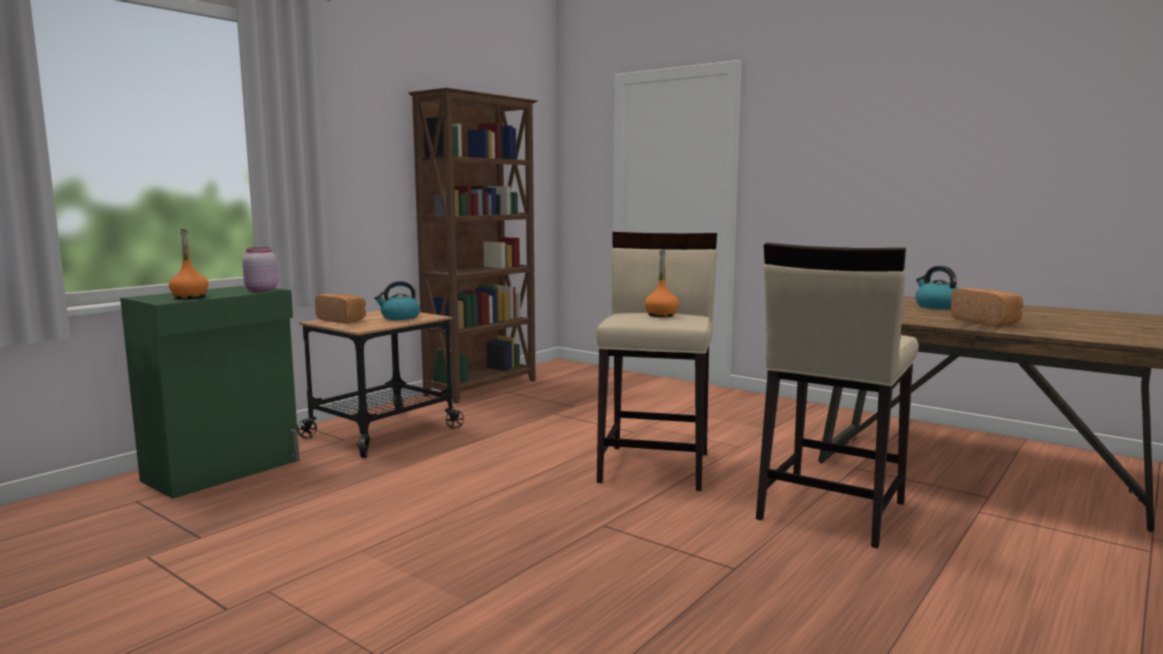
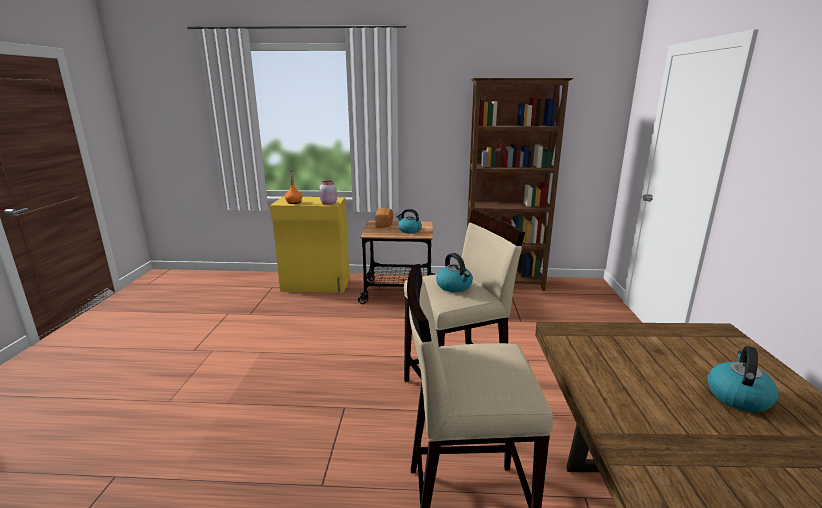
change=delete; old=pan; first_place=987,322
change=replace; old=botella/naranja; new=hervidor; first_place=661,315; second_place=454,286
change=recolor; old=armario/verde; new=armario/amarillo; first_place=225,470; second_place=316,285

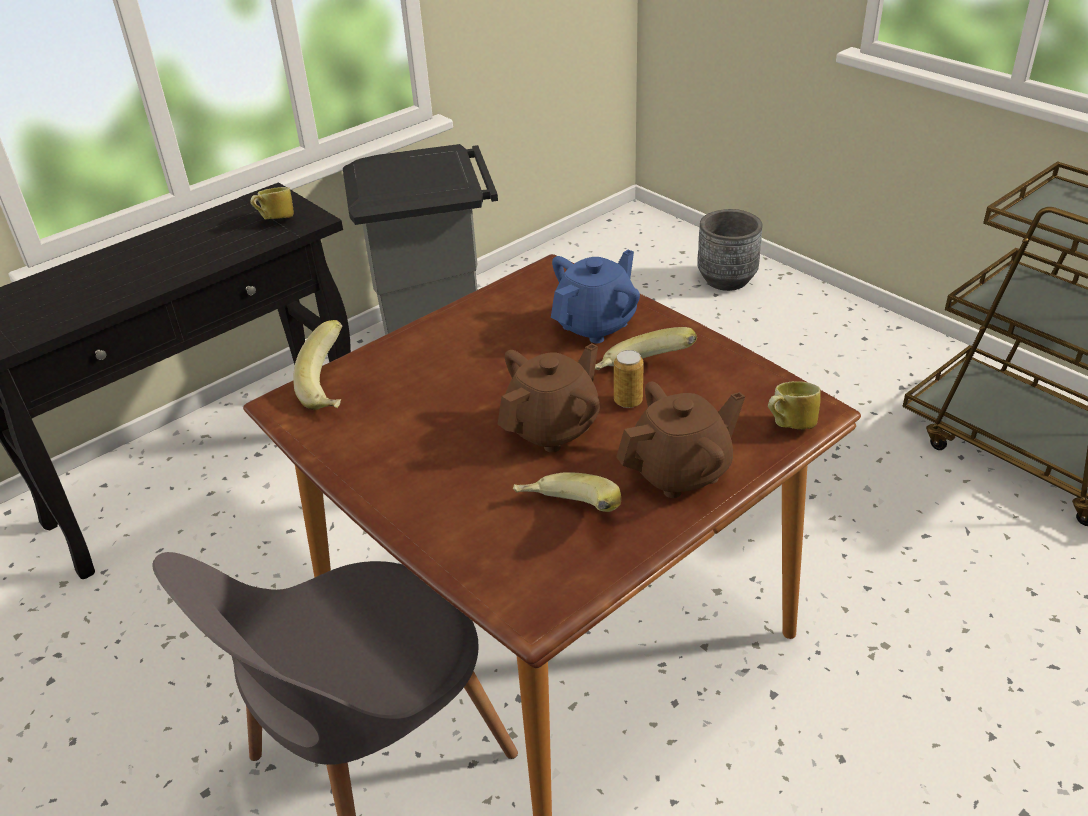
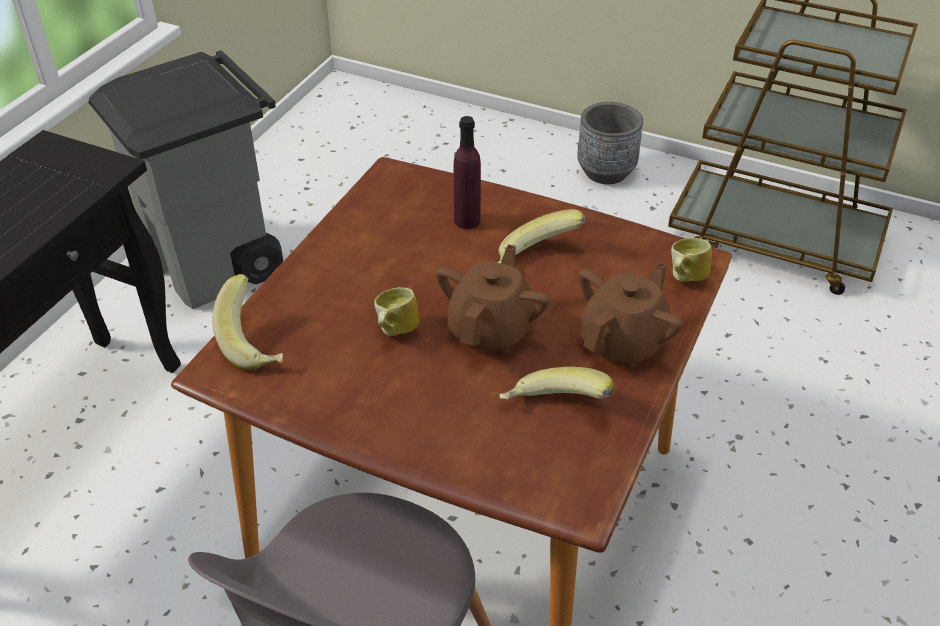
change=delete; old=lata; first_place=628,401
change=move; old=taza grande; first_place=275,220; second_place=395,331
change=move; old=maceta/gris; first_place=726,279; second_place=606,172
change=replace; old=tetera/azul; new=botella/morado; first_place=595,324; second_place=467,220

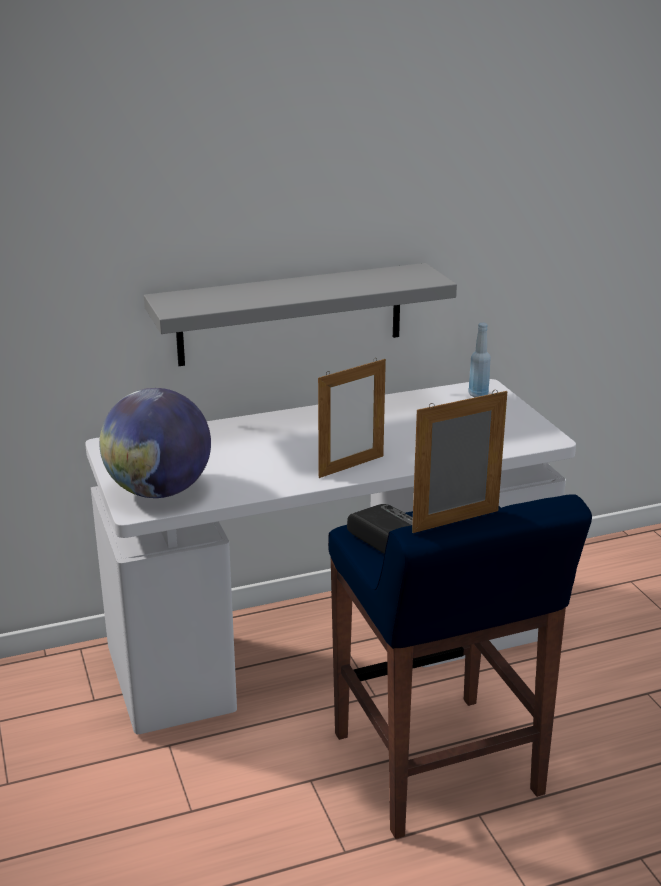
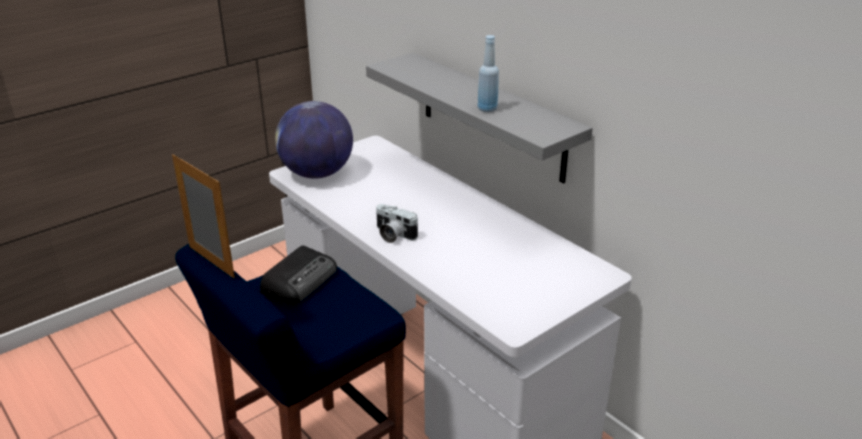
change=move; old=botella/azul; first_place=478,395; second_place=487,109
change=replace; old=portarretratos; new=cámara; first_place=351,466; second_place=393,235

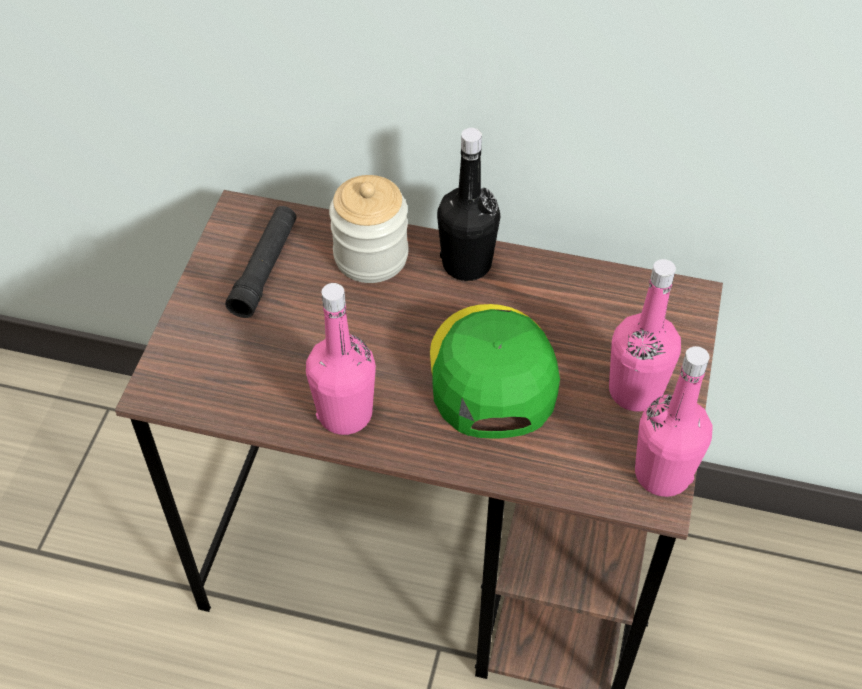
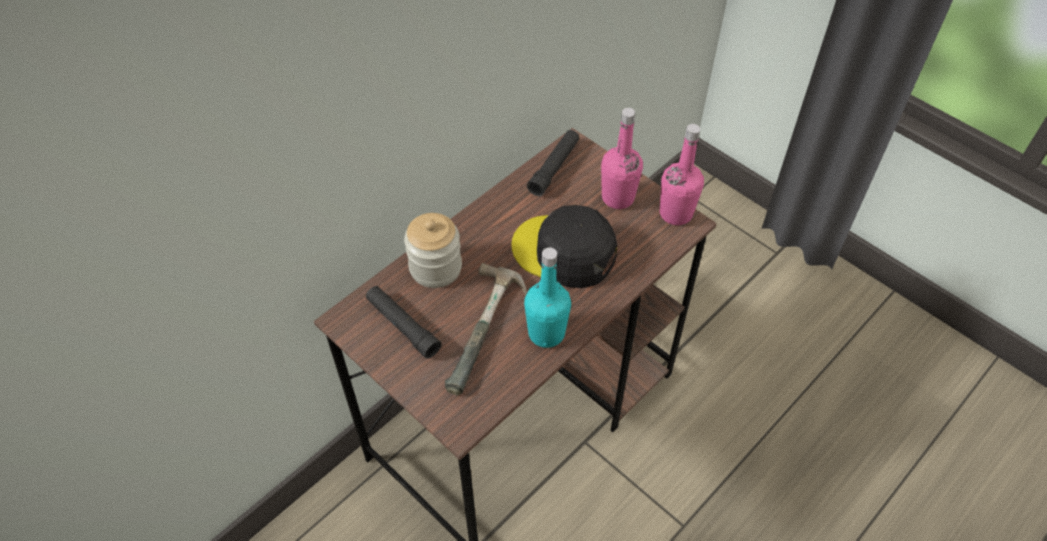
change=delete; old=botella/negro; first_place=467,263
change=insert; new=martillo; second_place=489,332
change=insert; new=linterna/negro; second_place=554,167
change=recolor; old=botella/rosa; new=botella/turquesa; first_place=345,413; second_place=546,333
change=recolor; old=gorra/verde; new=gorra/negro; first_place=491,373; second_place=564,252

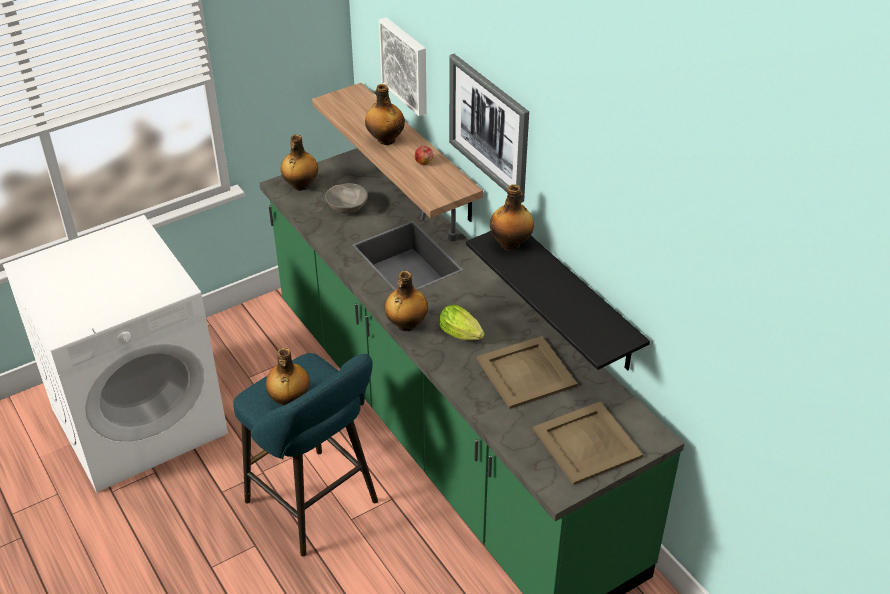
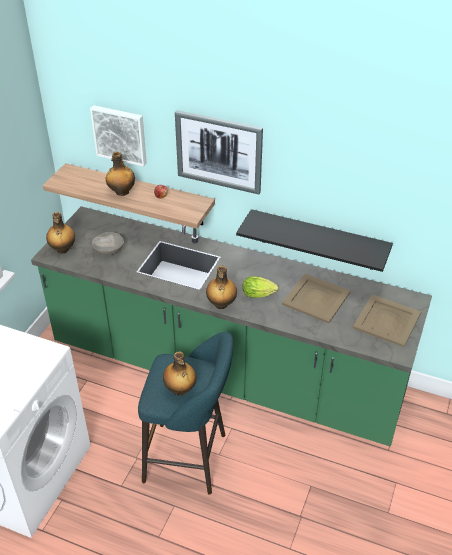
change=delete; old=botella; first_place=511,244

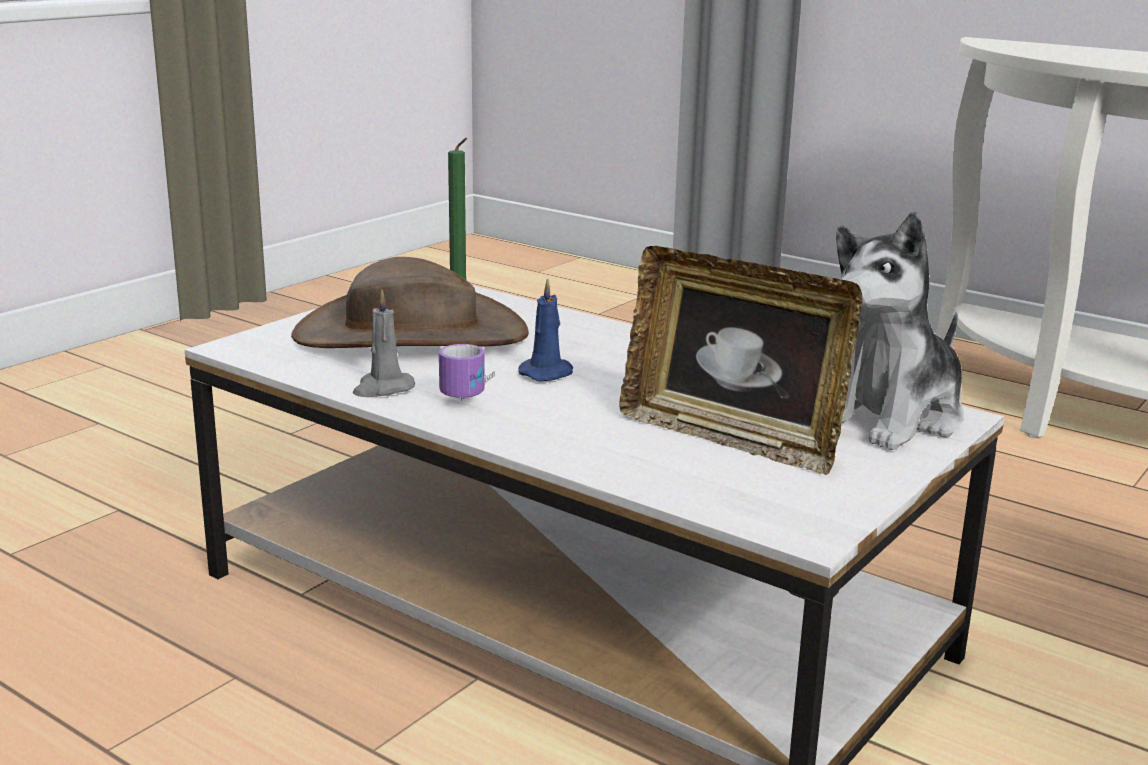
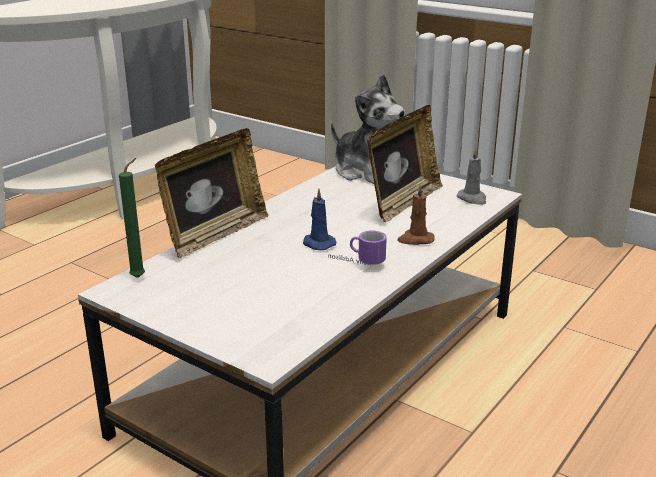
change=delete; old=sombrero/marrón; first_place=410,334
change=insert; new=portarretratos; second_place=215,234
change=insert; new=vela/marrón; second_place=415,240
change=move; old=vela/gris; first_place=383,389; second_place=472,199

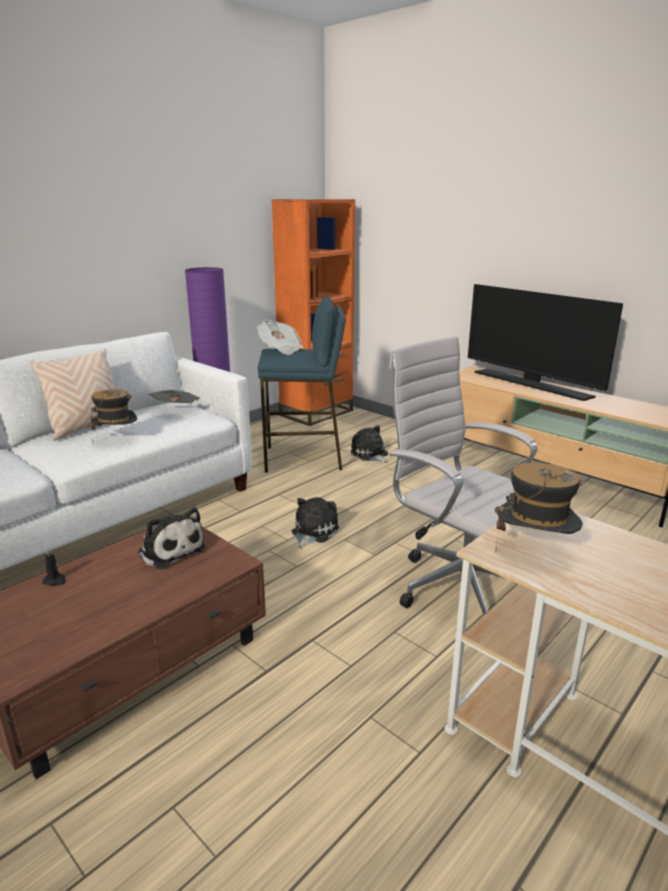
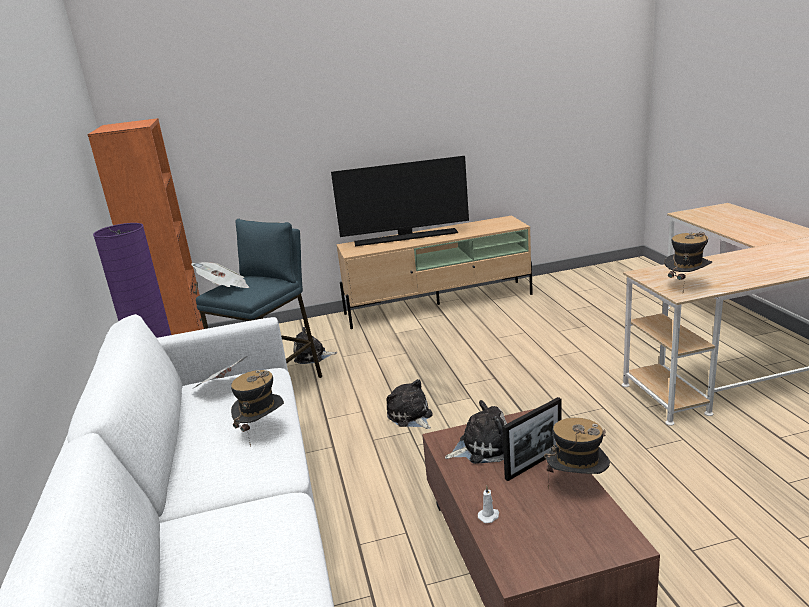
change=delete; old=cojín/beis; first_place=87,428
change=delete; old=silla de oficina/blanco; first_place=458,585
change=insert; new=portarretratos; second_place=534,464
change=insert; new=sombrero; second_place=577,484
change=recolor; old=vela/negro; new=vela/blanco; first_place=55,581; second_place=489,516

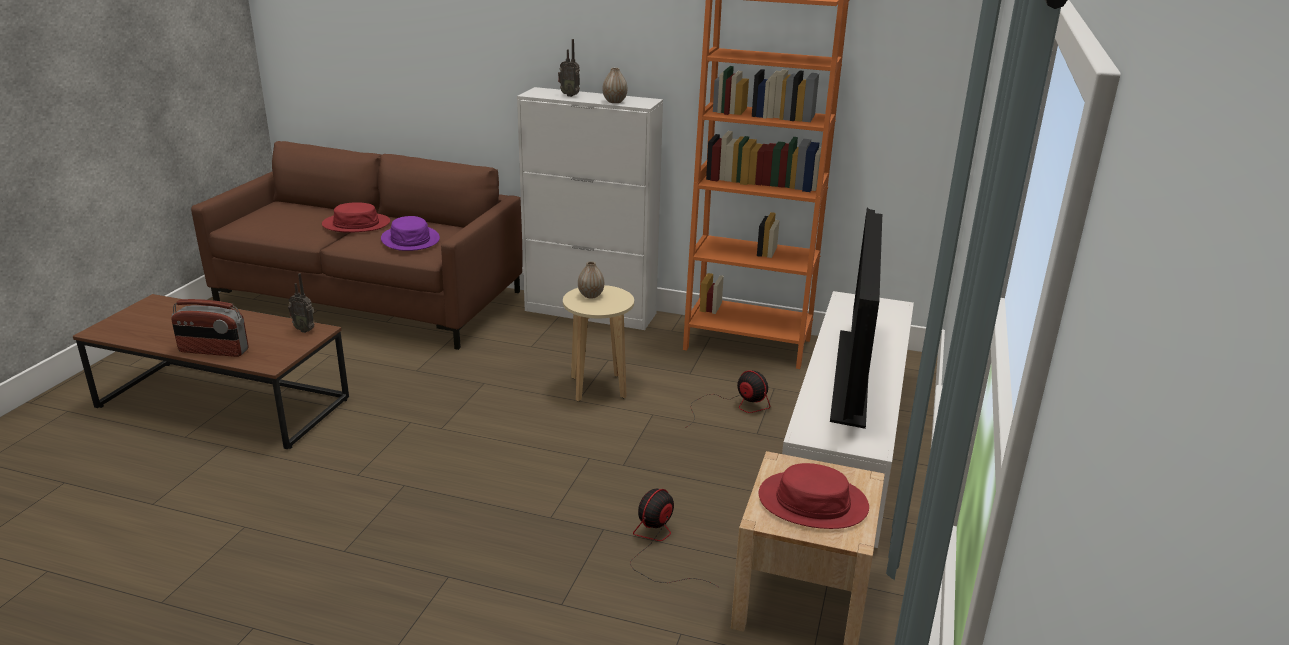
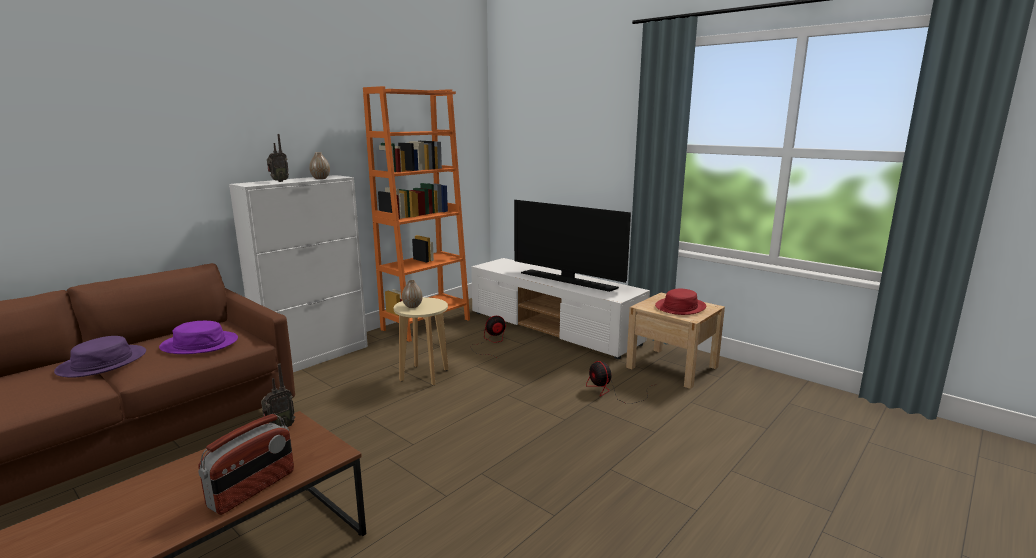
change=recolor; old=sombrero/rojo; new=sombrero/morado; first_place=356,224; second_place=102,362

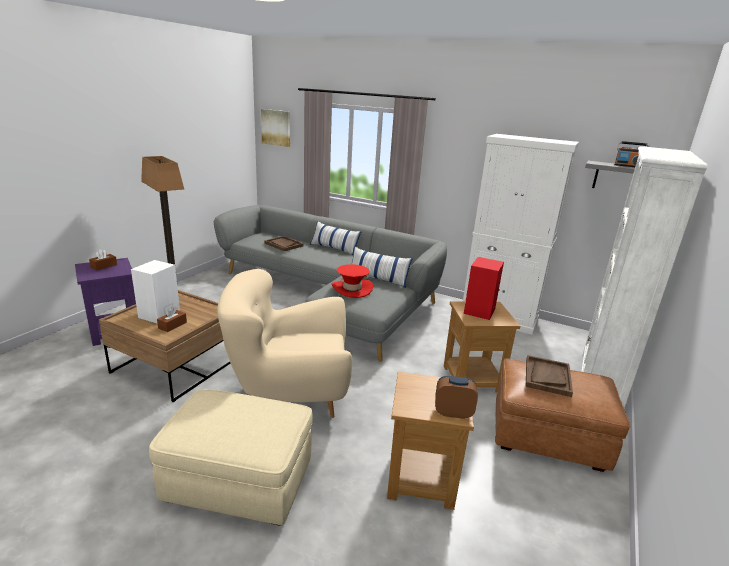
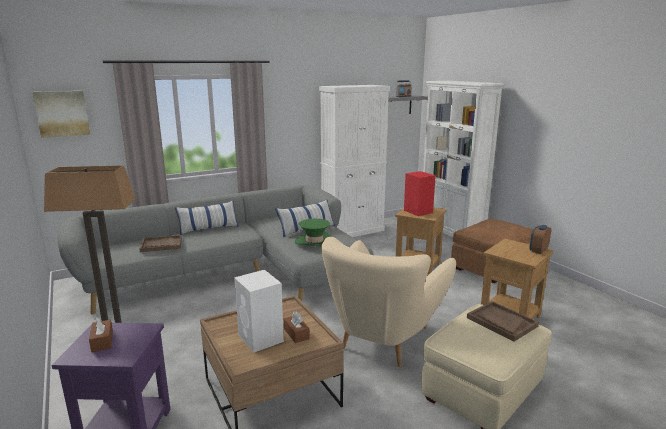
change=move; old=bandeja/marrón; first_place=547,377; second_place=501,322
change=recolor; old=sombrero/rojo; new=sombrero/verde; first_place=352,289; second_place=314,242

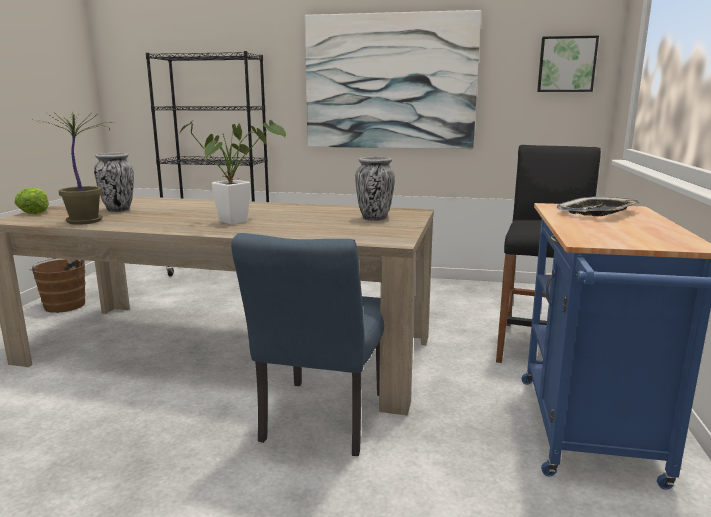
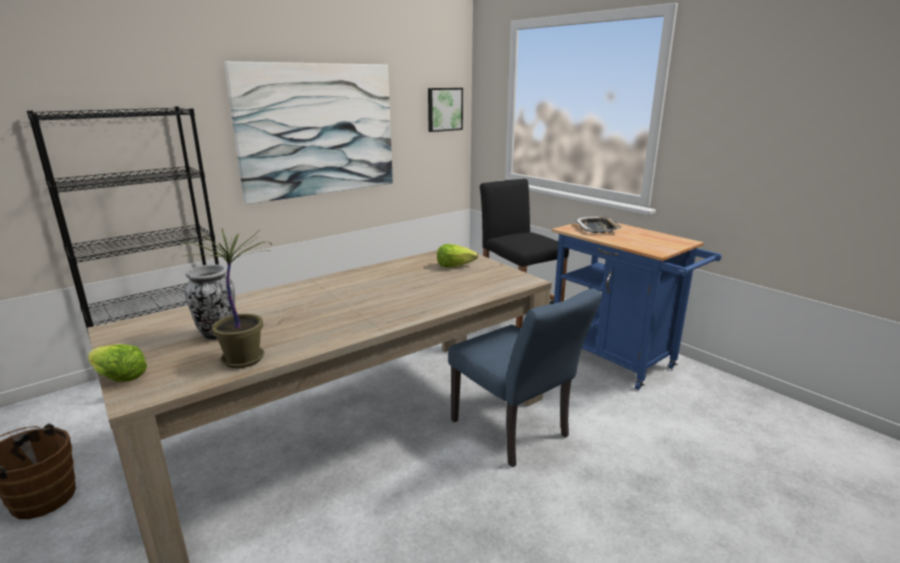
change=delete; old=planta en maceta; first_place=238,221
change=replace; old=florero; new=lechuga; first_place=374,218; second_place=455,266

